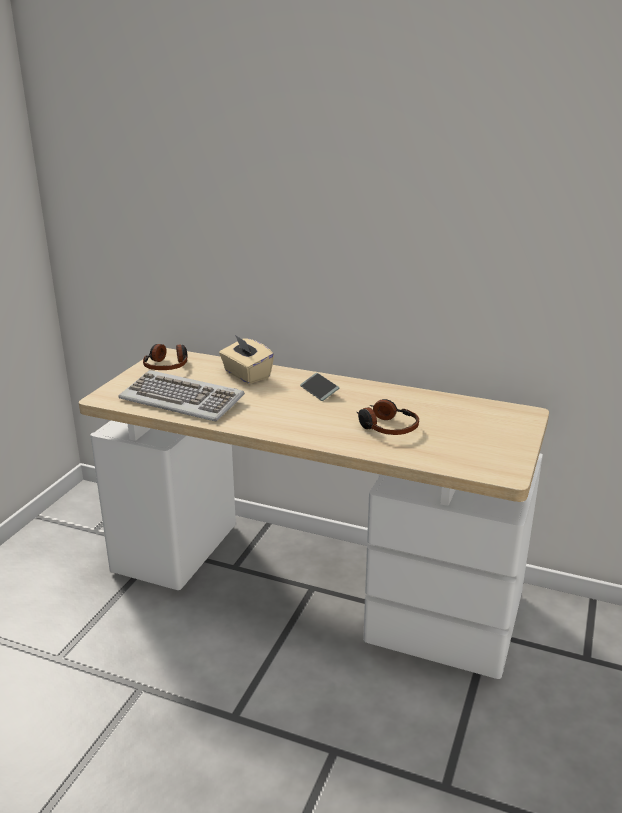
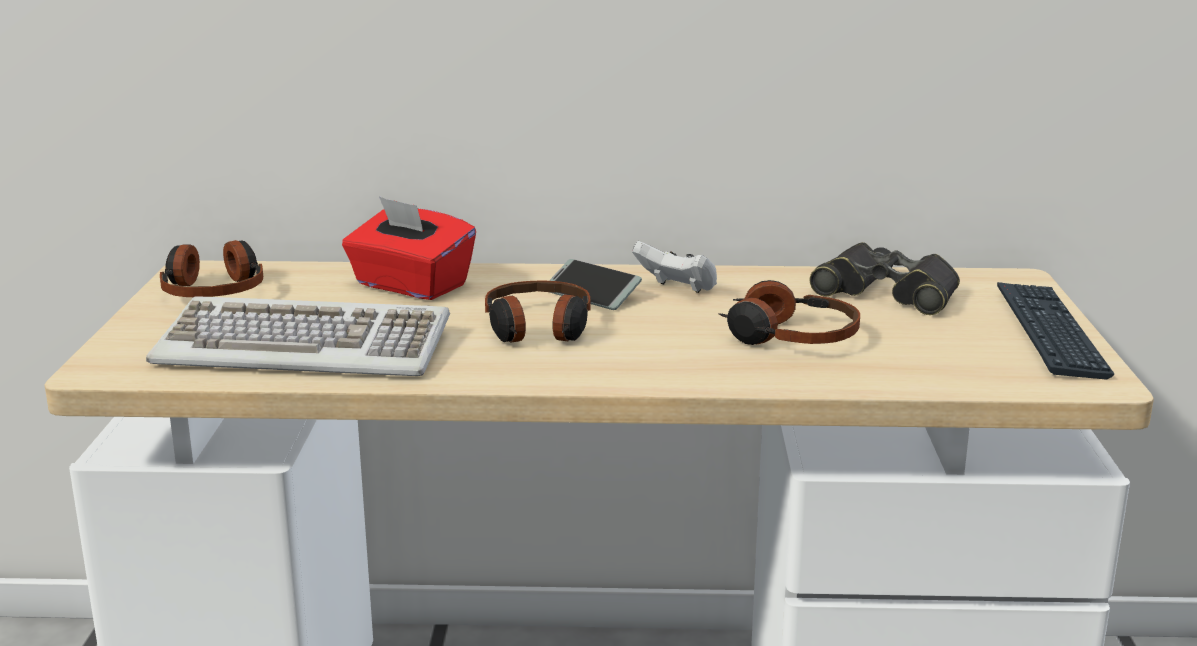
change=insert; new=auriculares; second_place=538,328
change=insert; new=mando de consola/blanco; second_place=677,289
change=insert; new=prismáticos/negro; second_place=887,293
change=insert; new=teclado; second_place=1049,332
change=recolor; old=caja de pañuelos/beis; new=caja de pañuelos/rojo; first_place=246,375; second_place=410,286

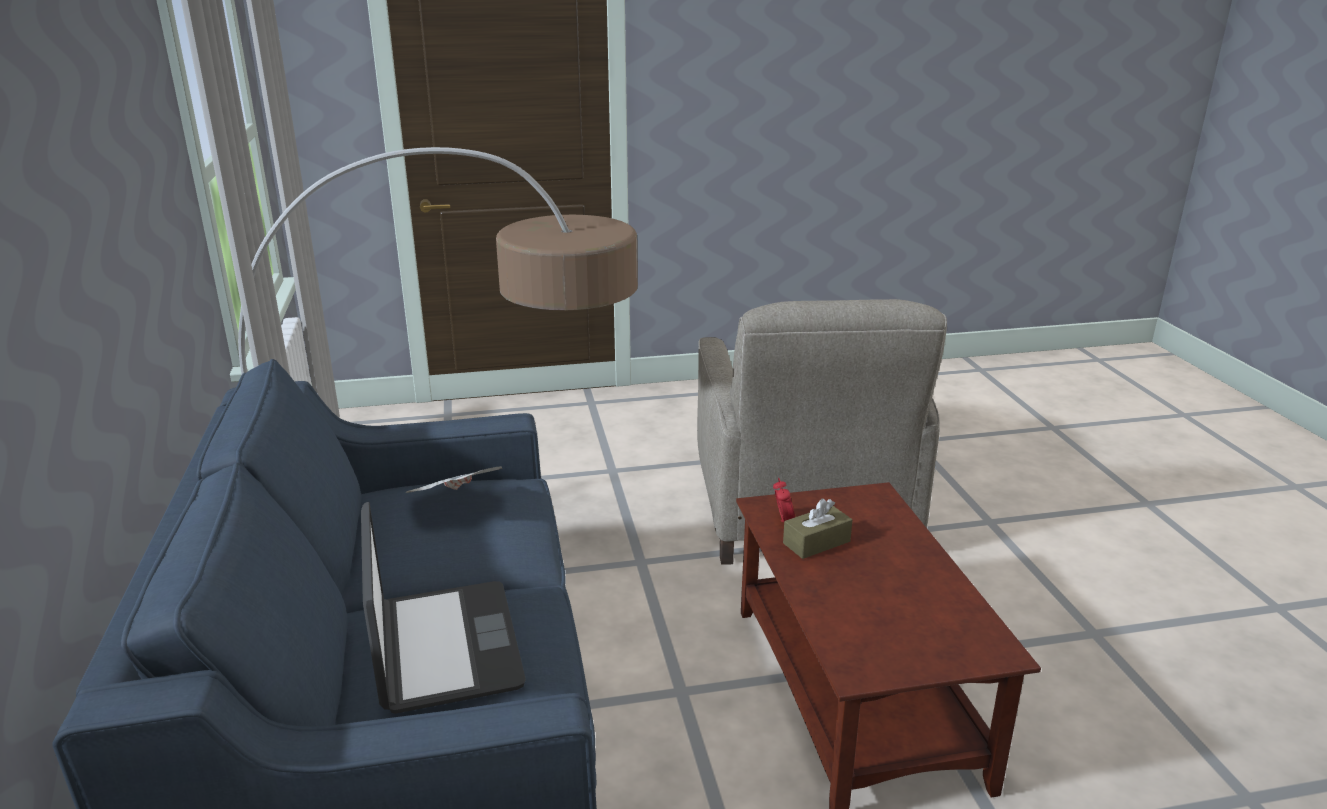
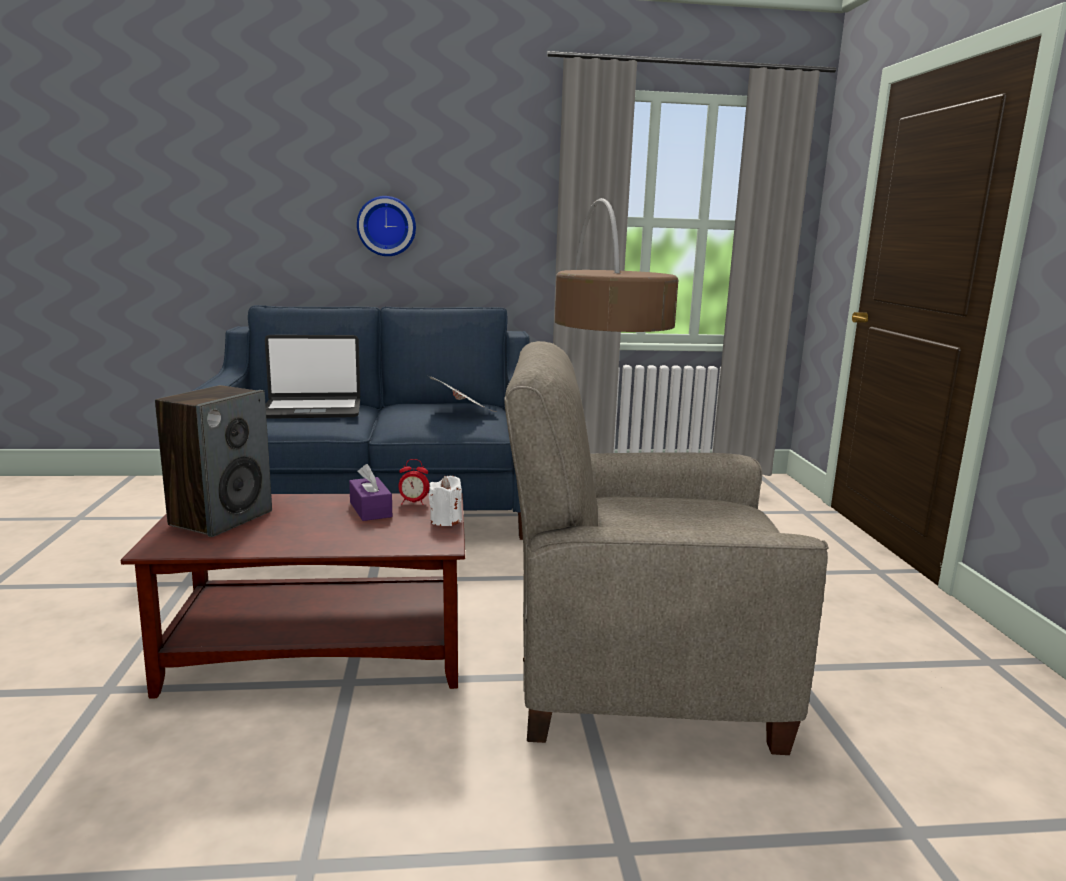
change=insert; new=altavoz; second_place=221,518
change=insert; new=reloj de pared; second_place=386,226
change=insert; new=vela/blanco; second_place=446,520
change=recolor; old=caja de pañuelos/marrón; new=caja de pañuelos/morado; first_place=816,542; second_place=370,509

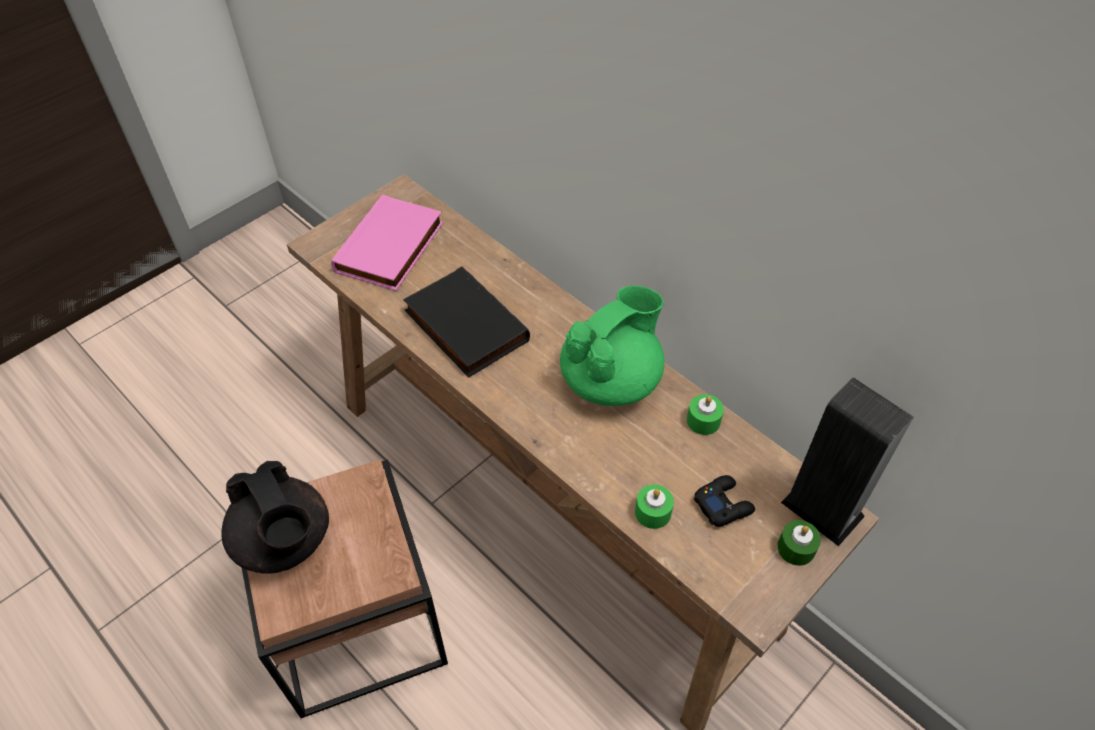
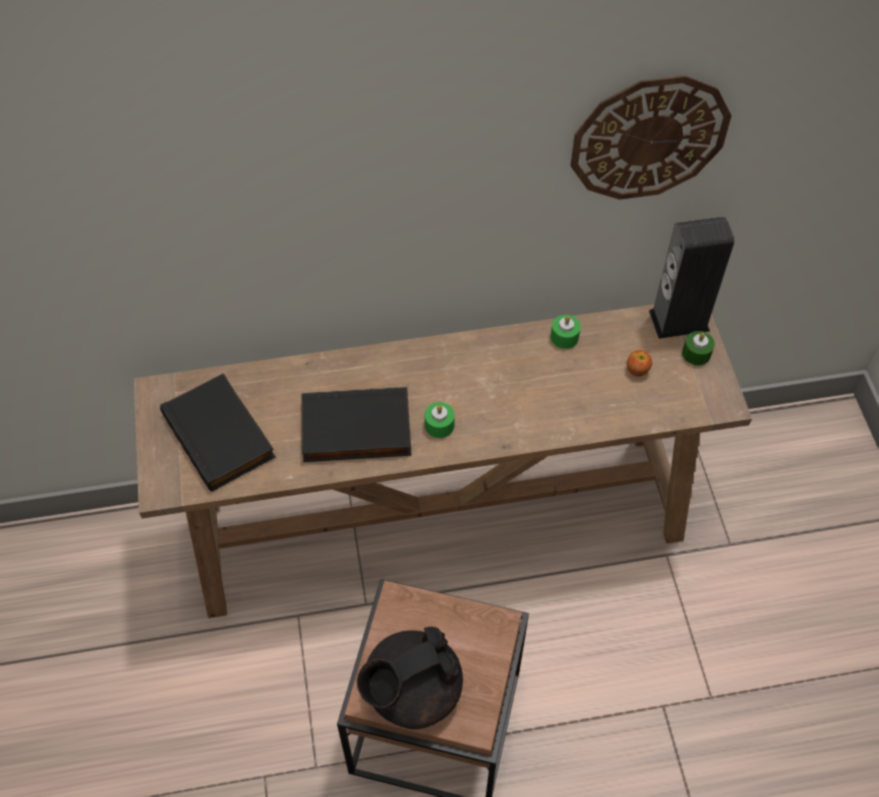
change=delete; old=tetera/verde; first_place=611,380
change=insert; new=reloj de pared; second_place=649,138
change=move; old=vela/verde; first_place=653,512; second_place=439,425
change=replace; old=mando de consola/negro; new=manzana; first_place=723,504; second_place=637,370
change=recolor; old=libro/rosa; new=libro/negro; first_place=391,248; second_place=221,435
change=rotate; old=tetera/negro; first_place=284,542; second_place=412,691; degrees=150

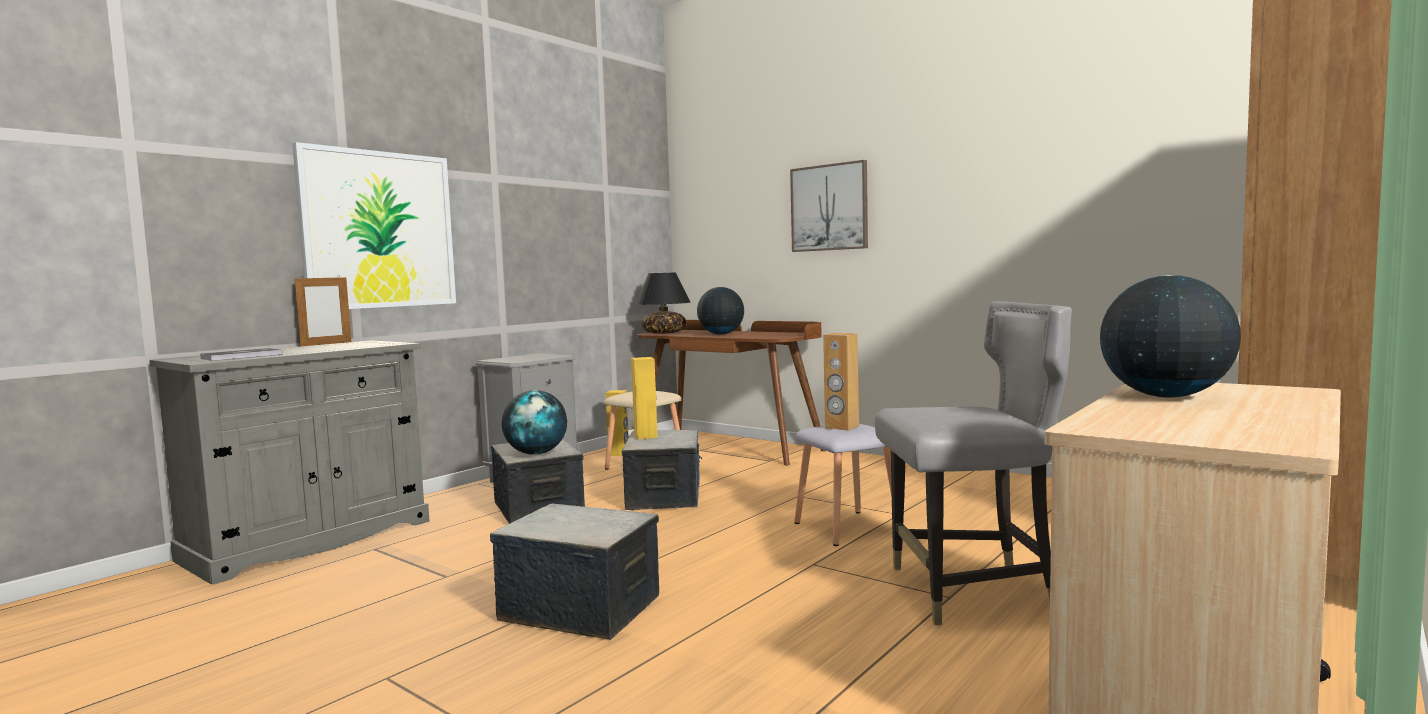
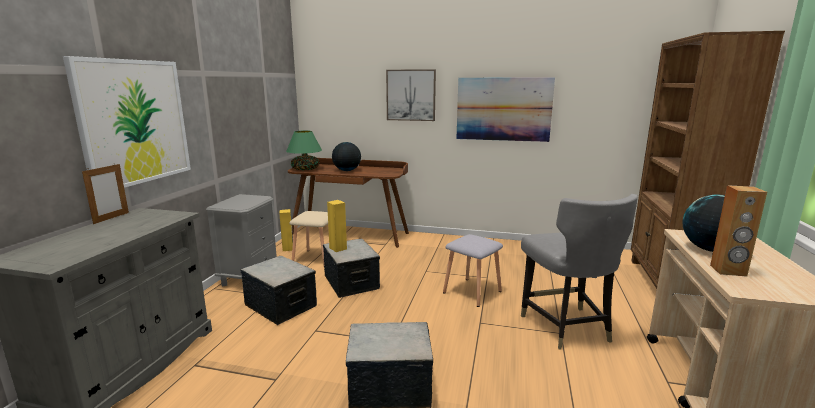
change=delete; old=libro; first_place=242,356
change=delete; old=globo terráqueo; first_place=536,453
change=insert; new=cuadro; second_place=503,109
change=move; old=altavoz/marrón; first_place=841,427; second_place=728,271
change=recolor; old=lámpara de mesa/negro; new=lámpara de mesa/verde; first_place=664,333; second_place=305,169
change=rotate; old=silla/gris; first_place=971,592; second_place=566,327; degrees=105

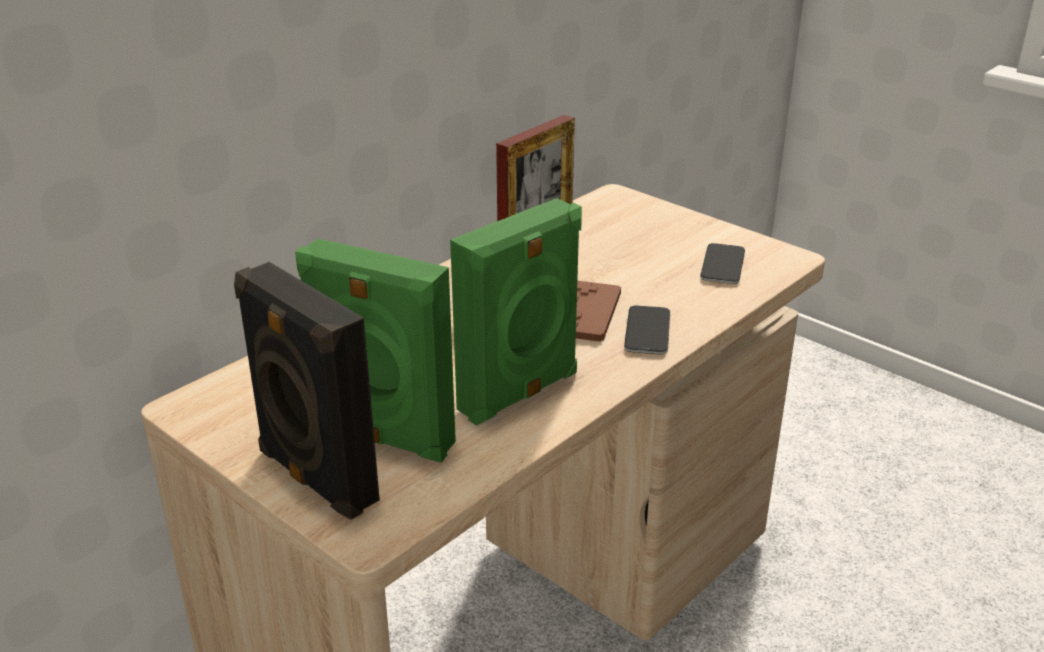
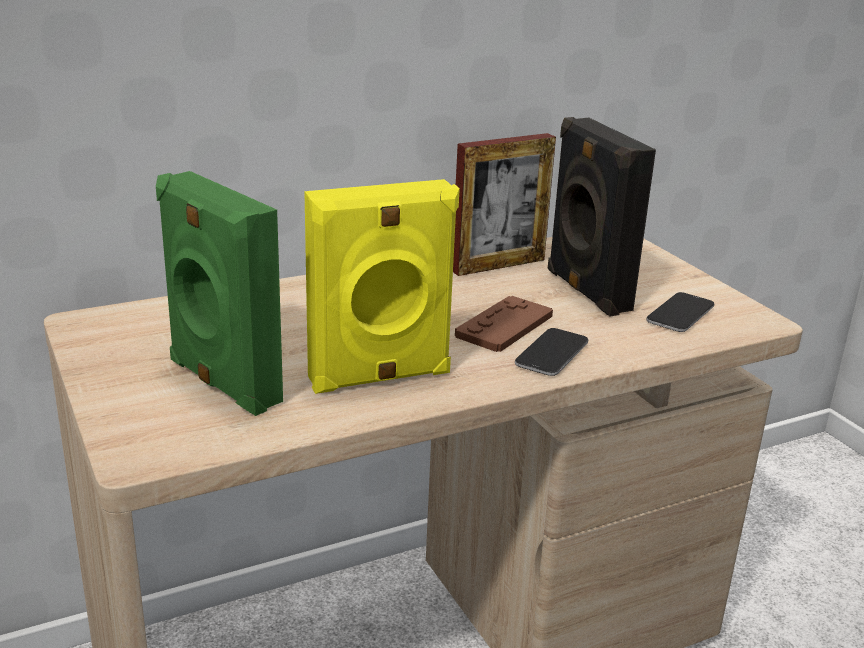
change=move; old=altavoz/negro; first_place=314,478; second_place=585,291
change=recolor; old=altavoz/verde; new=altavoz/amarillo; first_place=521,394; second_place=380,378

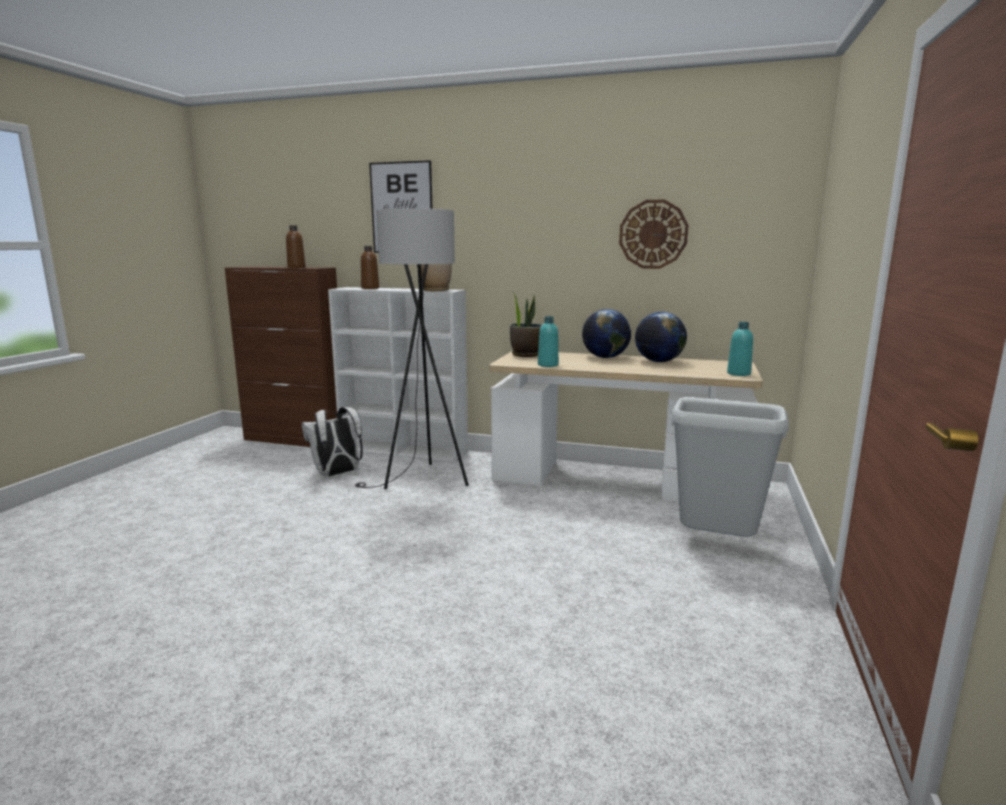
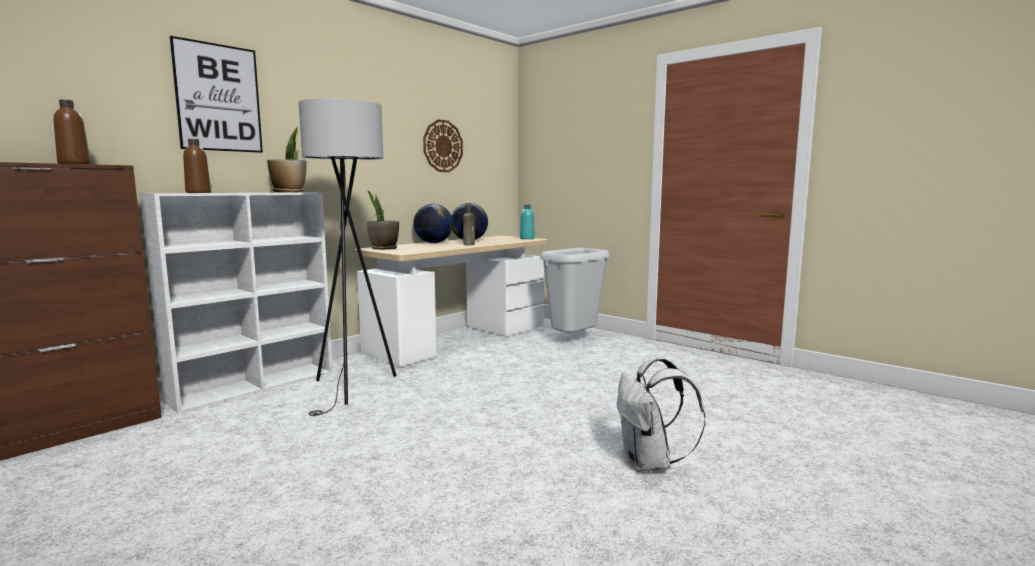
change=delete; old=botella/turquesa; first_place=548,365
change=insert; new=botella/marrón; second_place=469,244
change=move; old=mochila/blanco; first_place=337,474; second_place=650,464

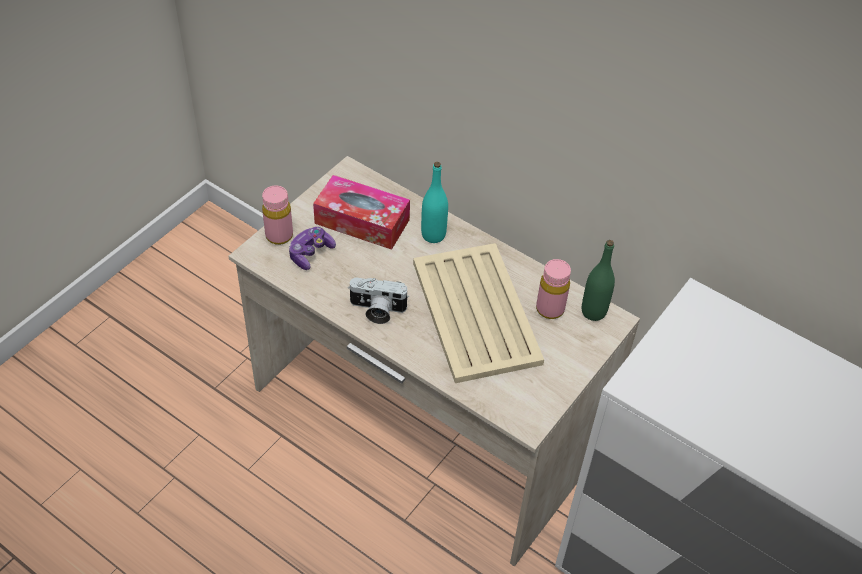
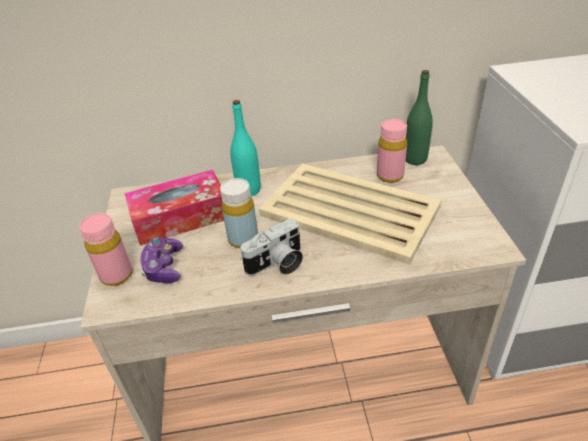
change=insert; new=botella/amarillo; second_place=243,239

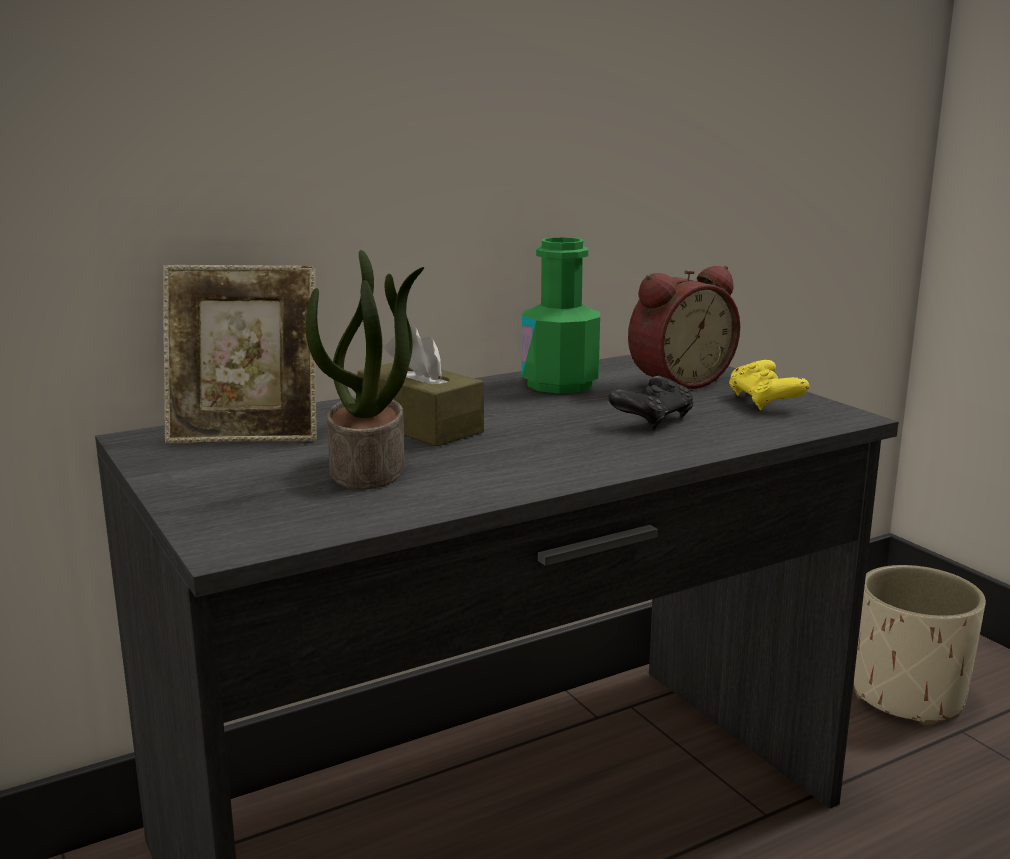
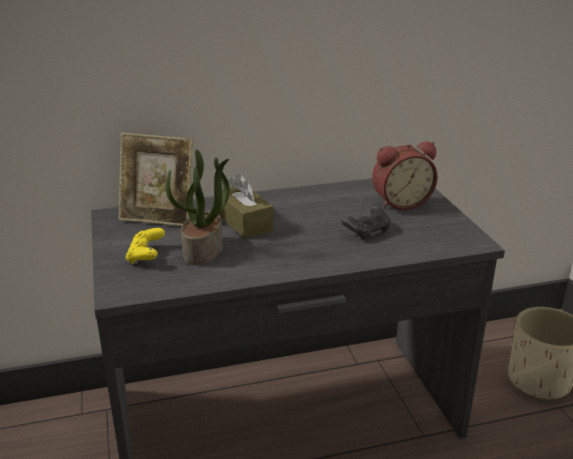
change=delete; old=botella/verde; first_place=560,384
change=move; old=mando de consola/amarillo; first_place=765,402; second_place=146,256

